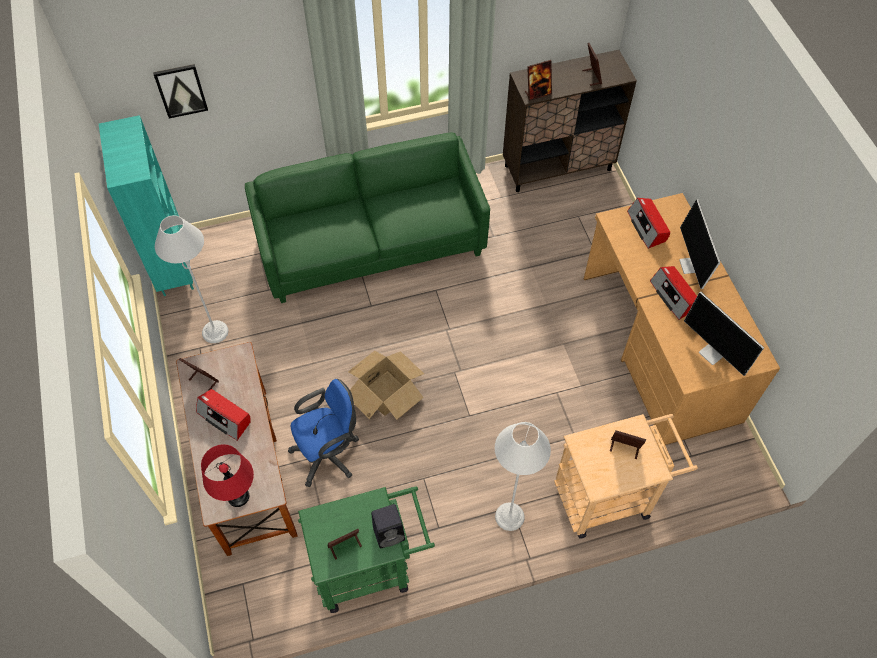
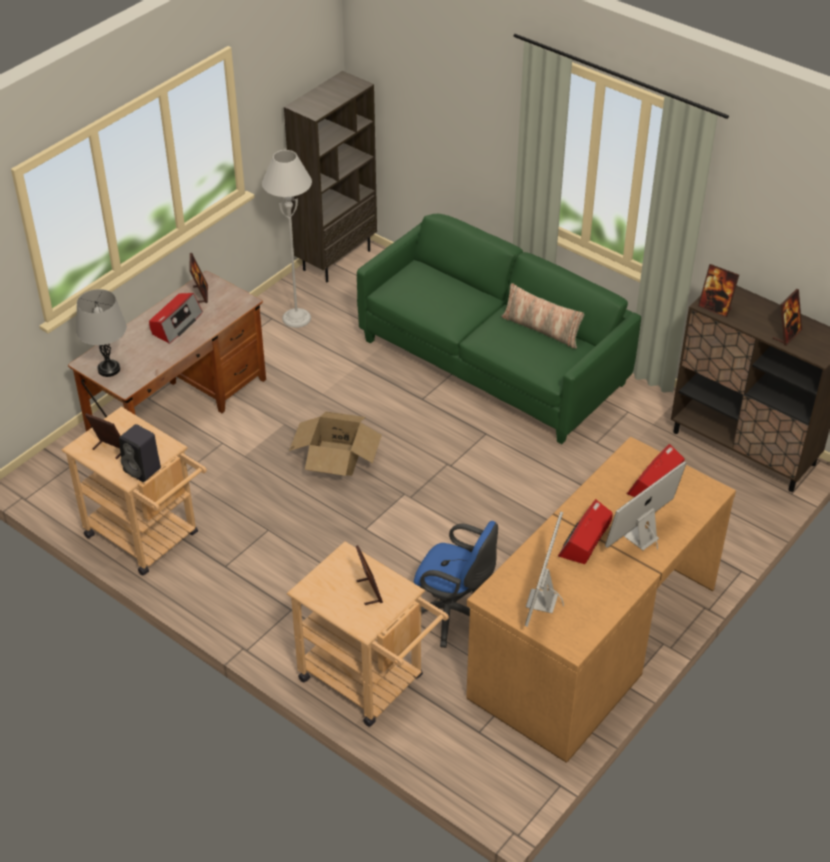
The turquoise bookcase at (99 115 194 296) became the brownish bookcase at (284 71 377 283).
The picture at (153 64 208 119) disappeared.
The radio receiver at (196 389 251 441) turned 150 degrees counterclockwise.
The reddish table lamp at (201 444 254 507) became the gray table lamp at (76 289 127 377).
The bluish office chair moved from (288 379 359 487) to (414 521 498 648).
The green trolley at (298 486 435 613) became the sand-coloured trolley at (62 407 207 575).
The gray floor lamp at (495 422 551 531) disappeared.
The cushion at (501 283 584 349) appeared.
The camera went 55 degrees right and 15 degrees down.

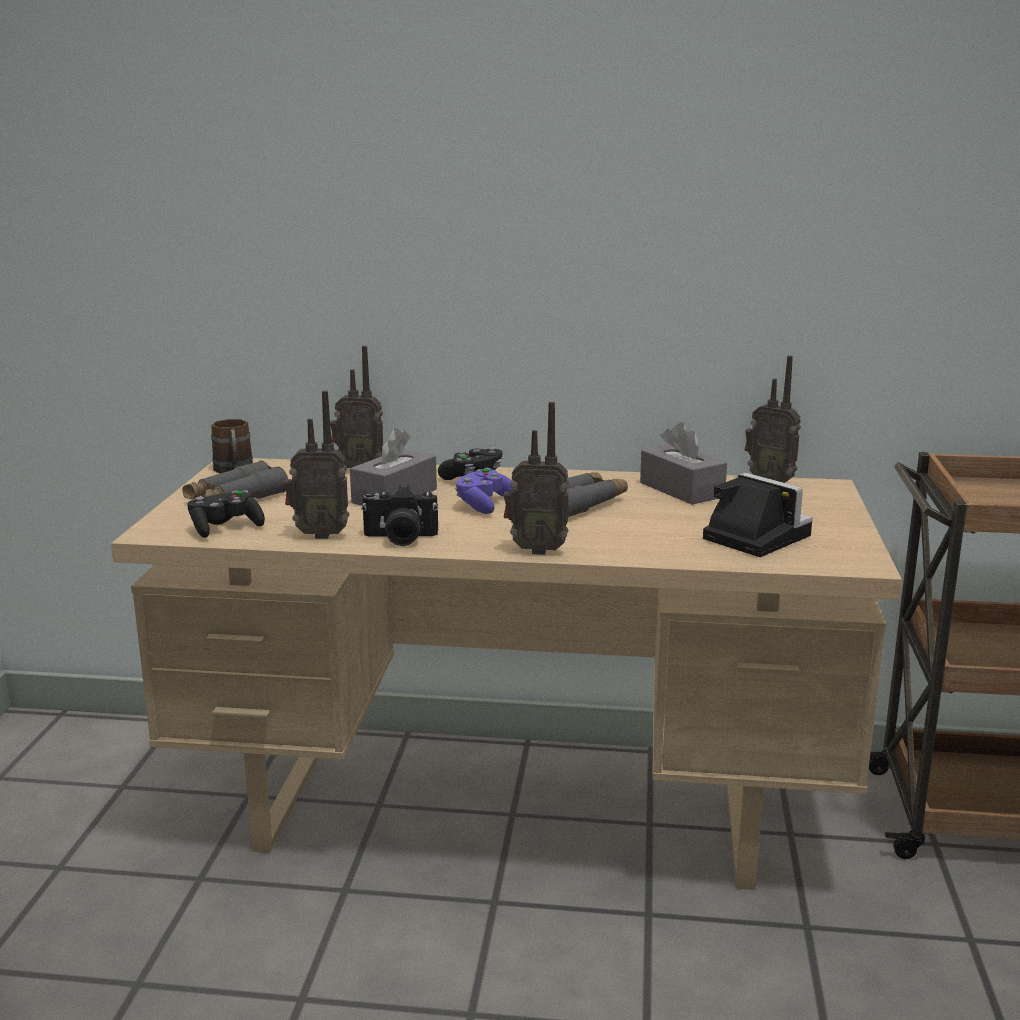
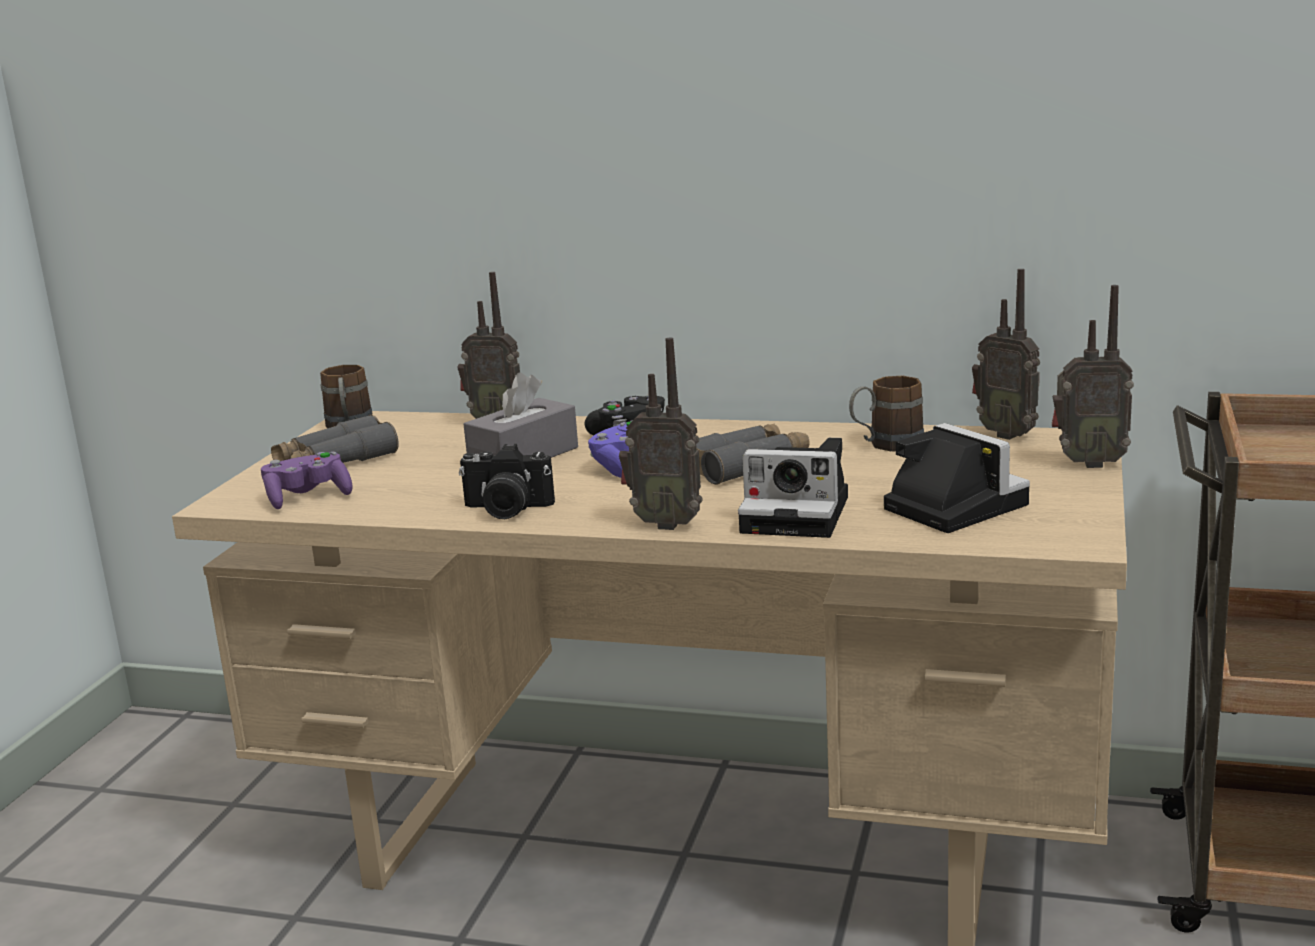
The black-coloured gamepad at (188 490 265 538) became the purple gamepad at (261 452 352 509).
The radio receiver moved from (284 391 349 539) to (1052 285 1134 468).
The gray tissue box at (640 423 727 505) was replaced by the brownish tea mug at (849 376 924 452).
The photo camera at (738 438 848 538) appeared.
The camera went 10 degrees right and 0 degrees up.

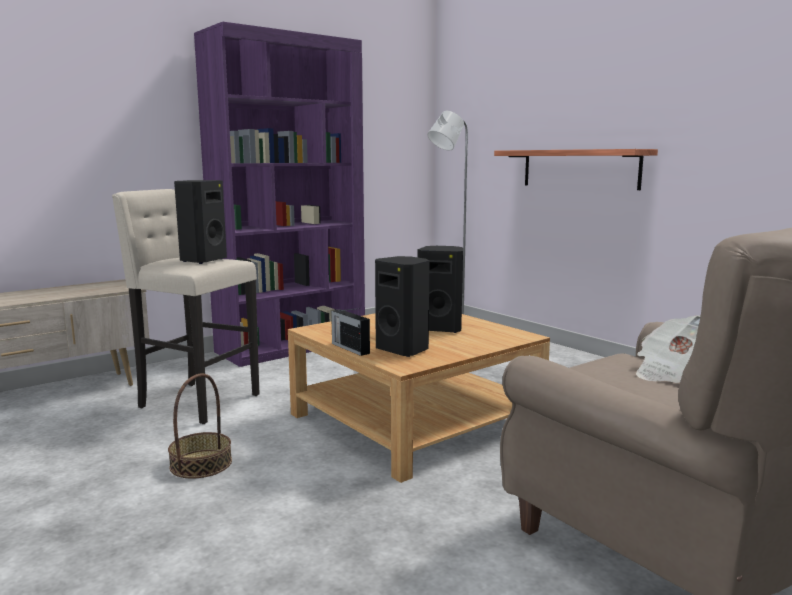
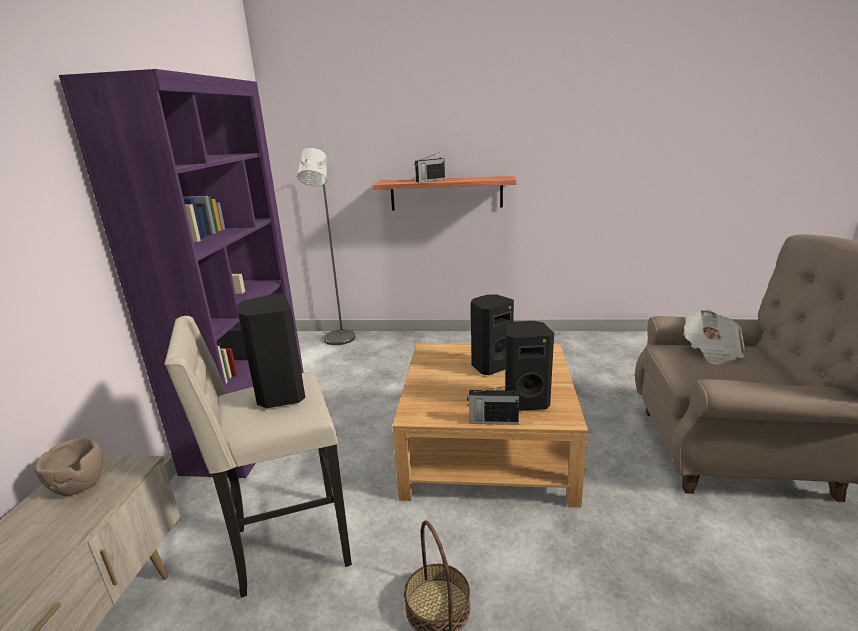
The brownish serving bowl at (35 438 103 496) appeared.
The radio receiver at (415 154 445 182) appeared.
The camera went 45 degrees left and 10 degrees up.

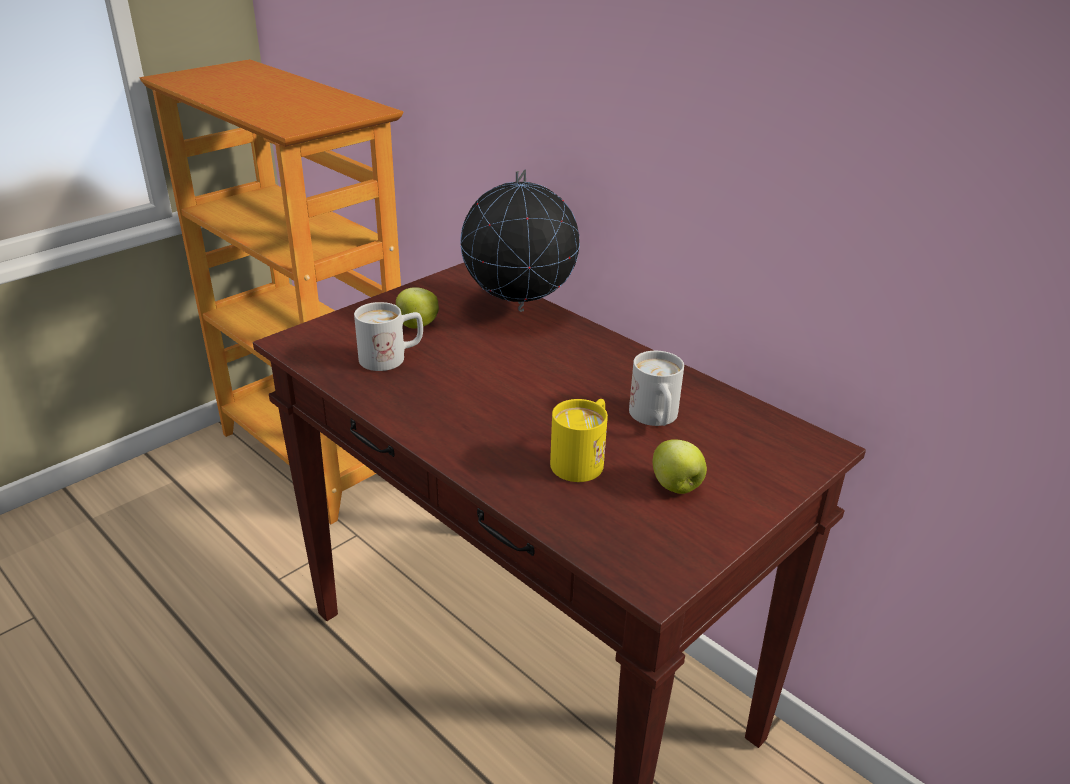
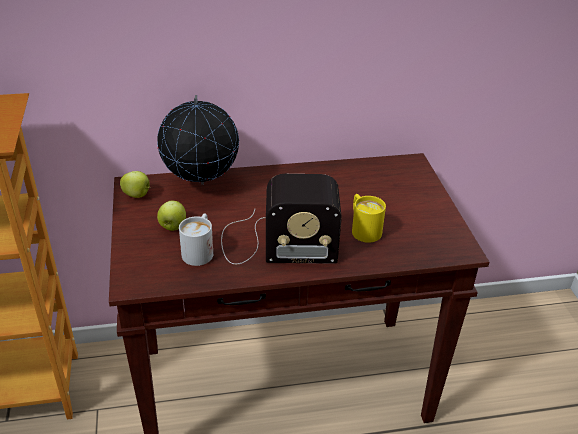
The white-coloured tea mug at (629 351 684 426) disappeared.
The apple fruit moved from (653 439 707 494) to (120 171 150 198).
The radio receiver at (221 174 342 265) appeared.
The camera went 55 degrees left and 5 degrees up.

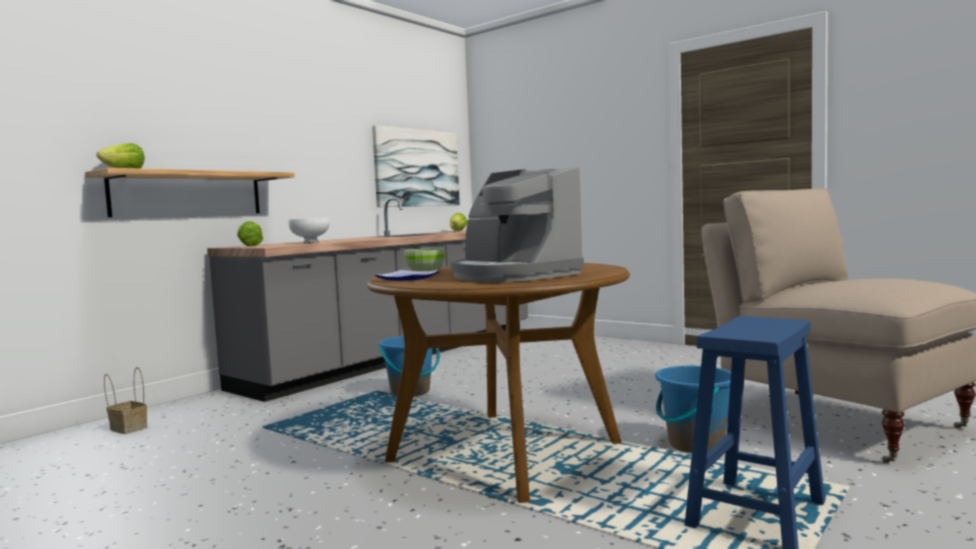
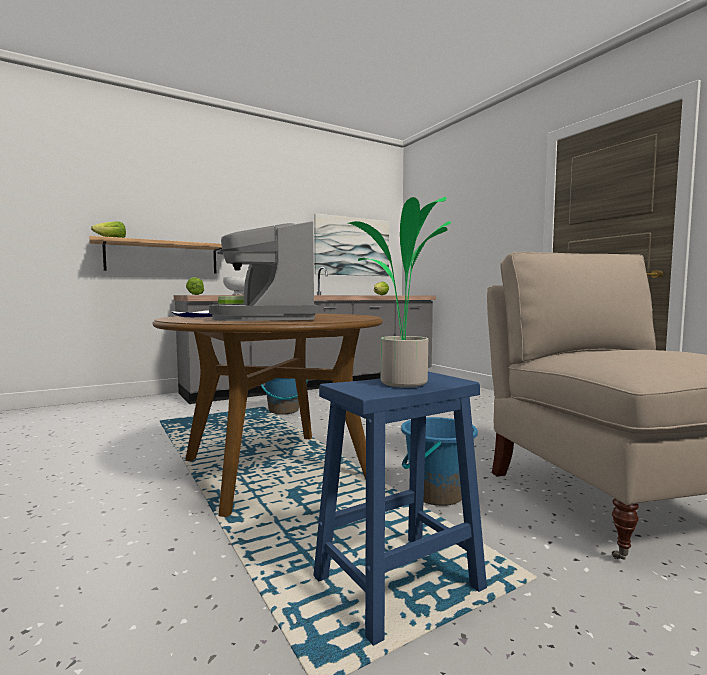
The household basket at (104 367 147 434) disappeared.
The potted plant at (347 197 451 387) appeared.
The camera went 20 degrees right and 0 degrees up.

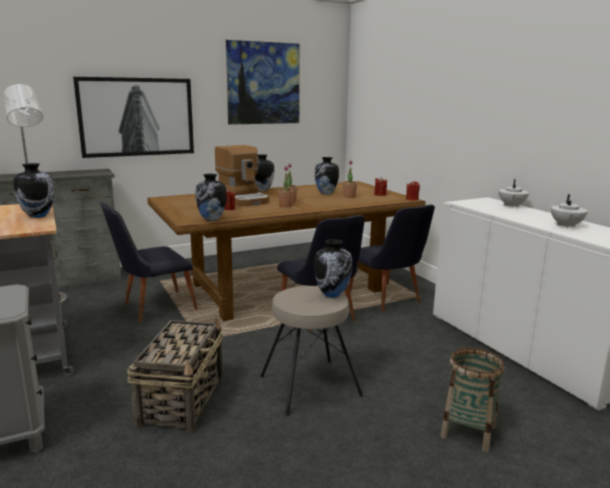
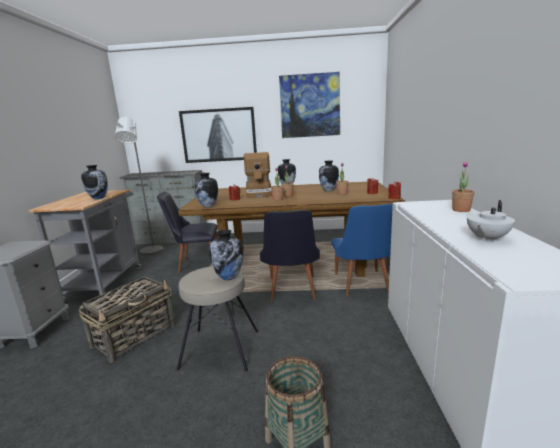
The black-coloured chair at (349 204 435 312) became the bluish chair at (331 204 393 296).
The white-coloured pot for tea at (499 179 529 207) was replaced by the potted plant at (452 161 474 212).
The camera went 30 degrees right and 0 degrees up.

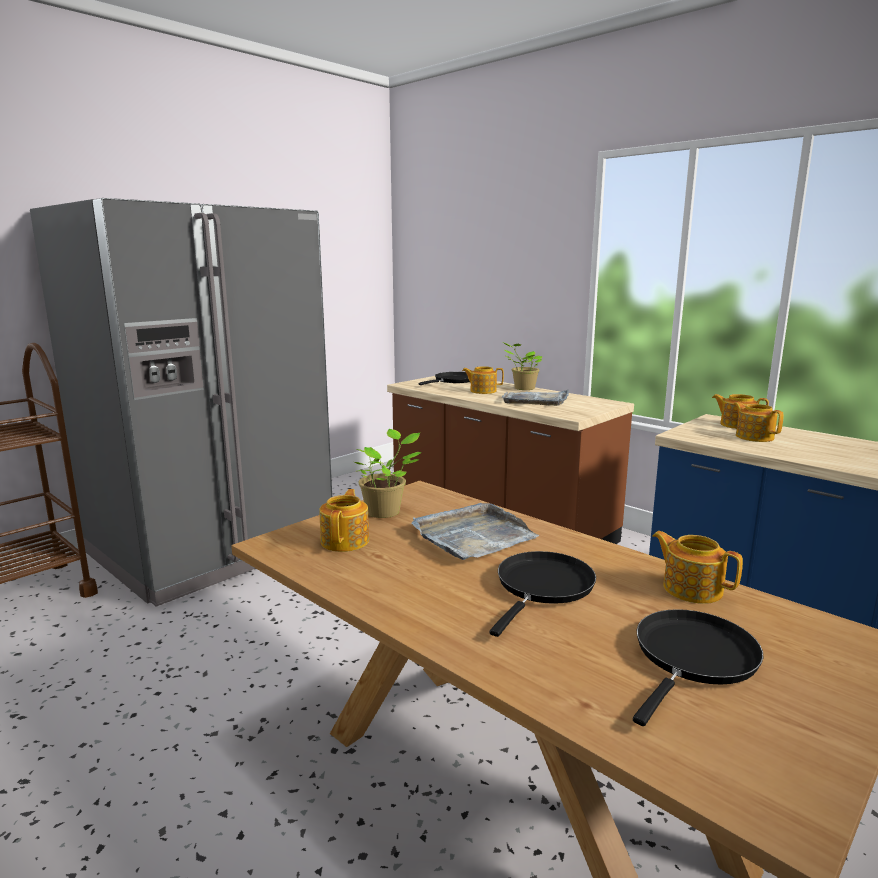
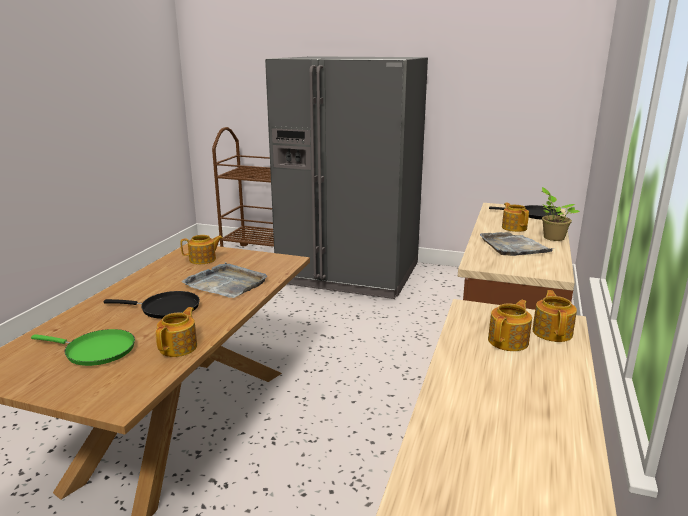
The potted plant at (355 429 422 518) disappeared.
The black-coloured skillet at (633 609 763 726) became the green skillet at (31 329 135 366).
The camera went 65 degrees right and 5 degrees up.

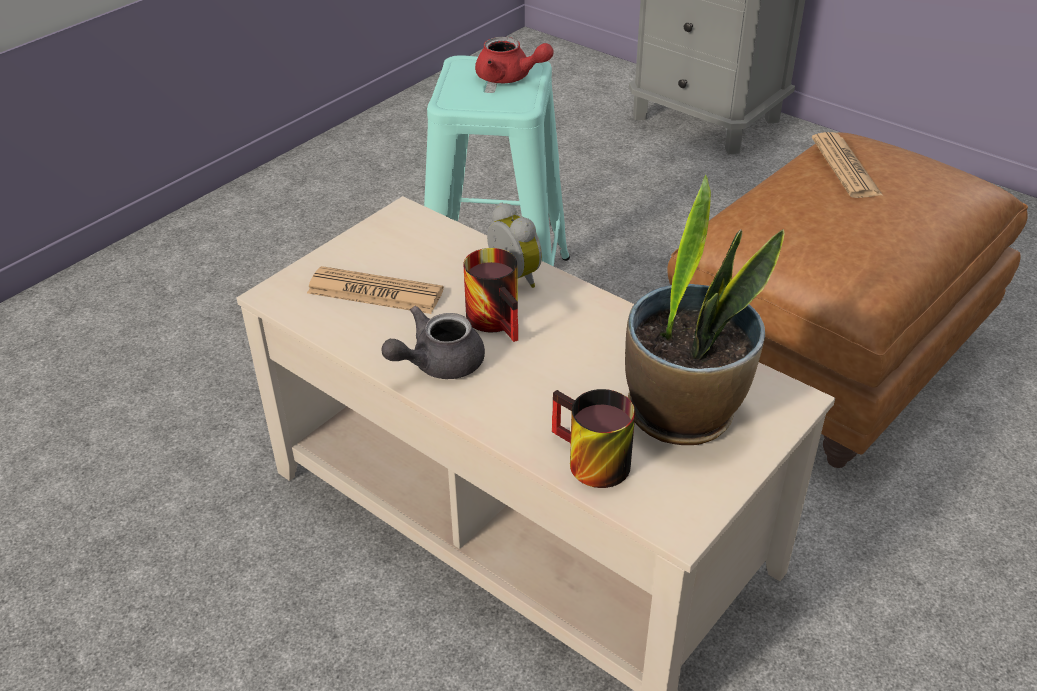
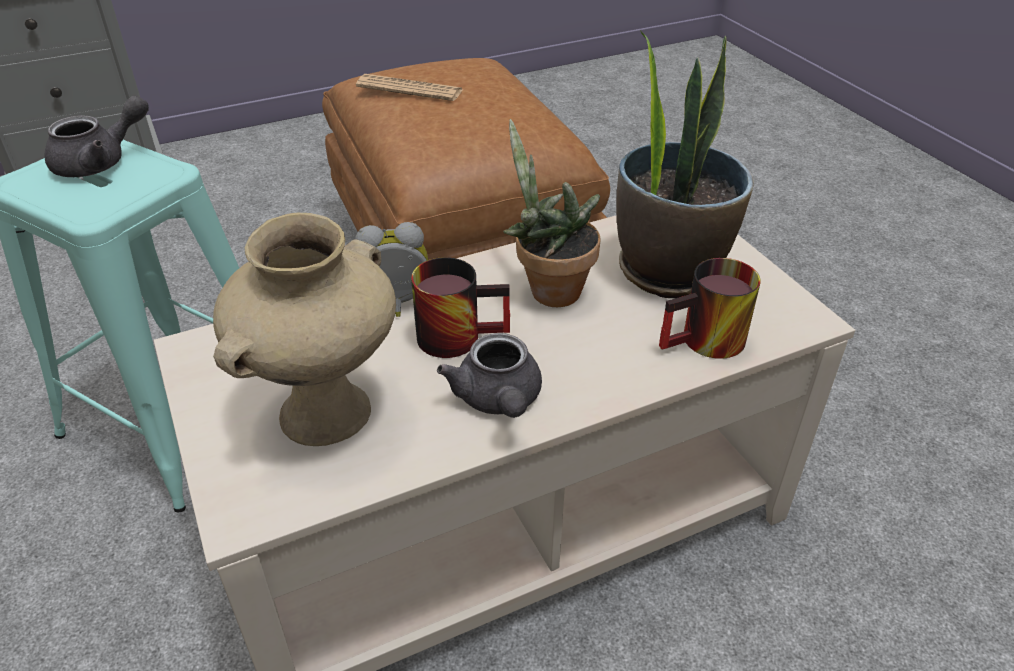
The printed paper at (307 266 444 314) was replaced by the sand-coloured vase at (213 213 396 446).
The reddish pot for tea at (475 37 554 83) became the gray pot for tea at (44 95 149 177).
The potted plant at (503 119 601 307) appeared.
The camera went 65 degrees left and 0 degrees up.

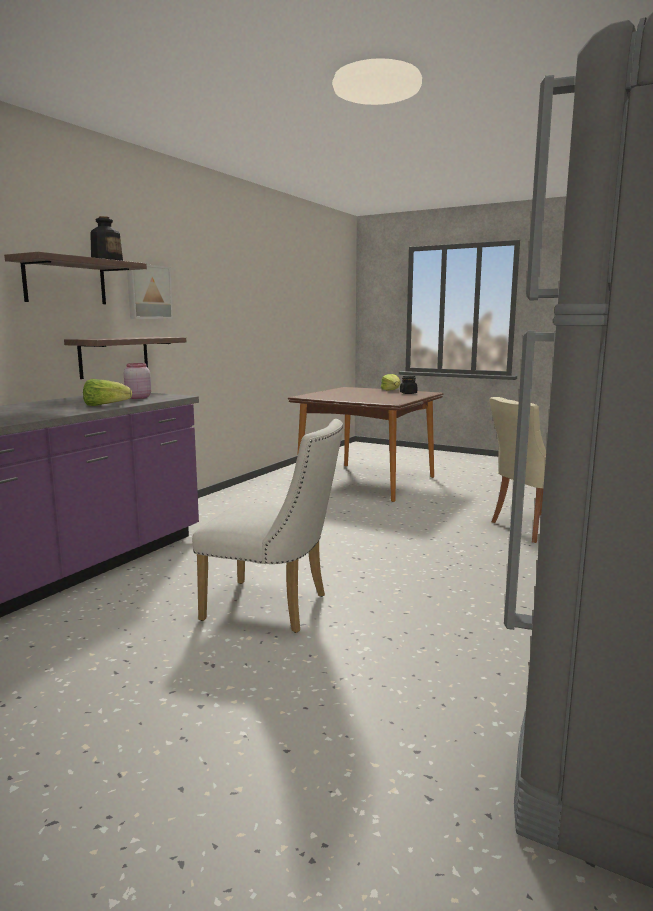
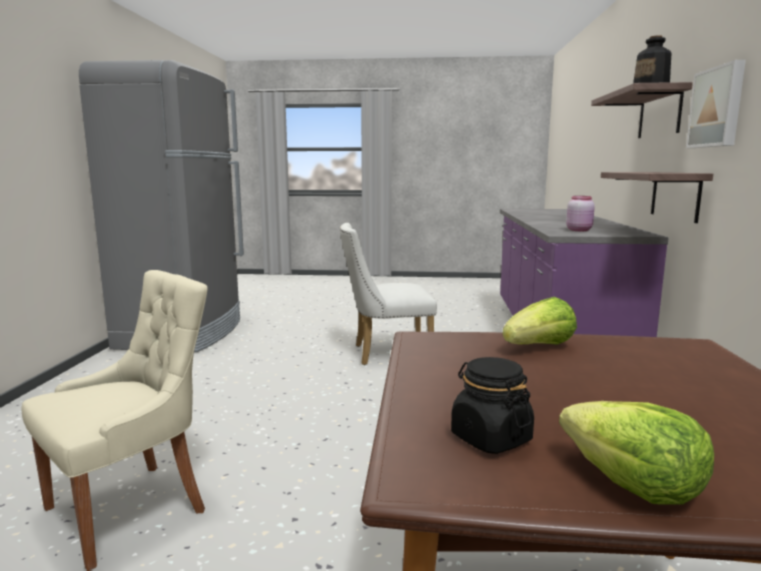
The lettuce moved from (83 379 132 406) to (502 297 577 345).
The camera went 155 degrees right and 0 degrees up.

